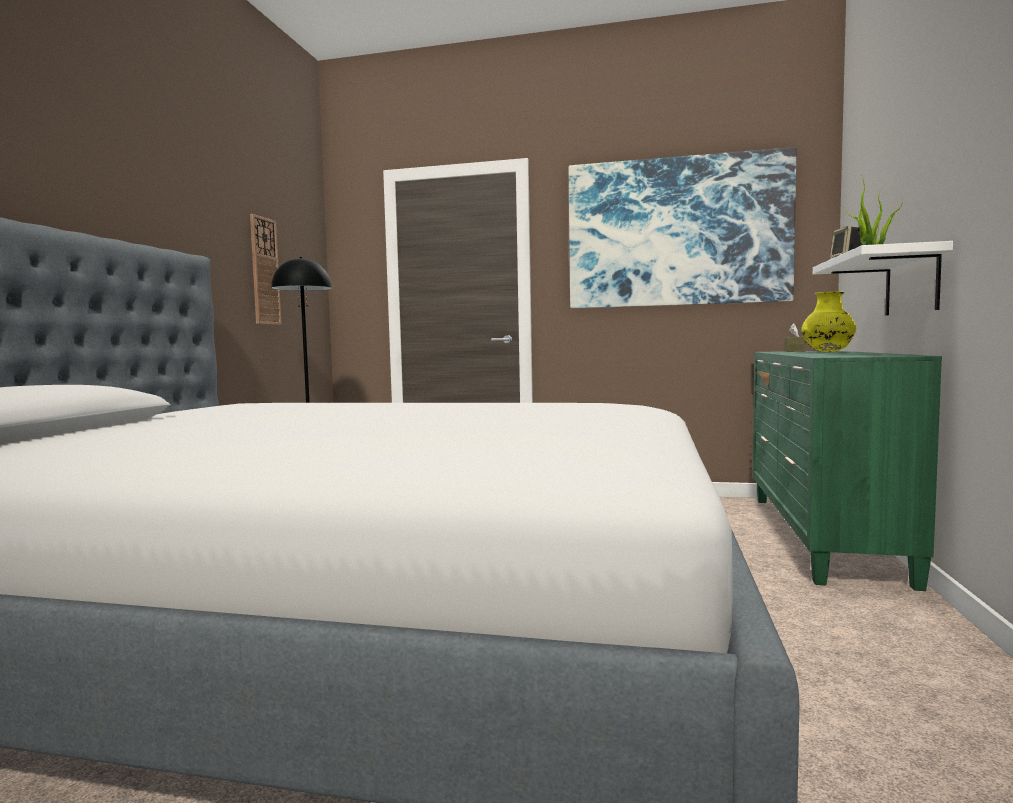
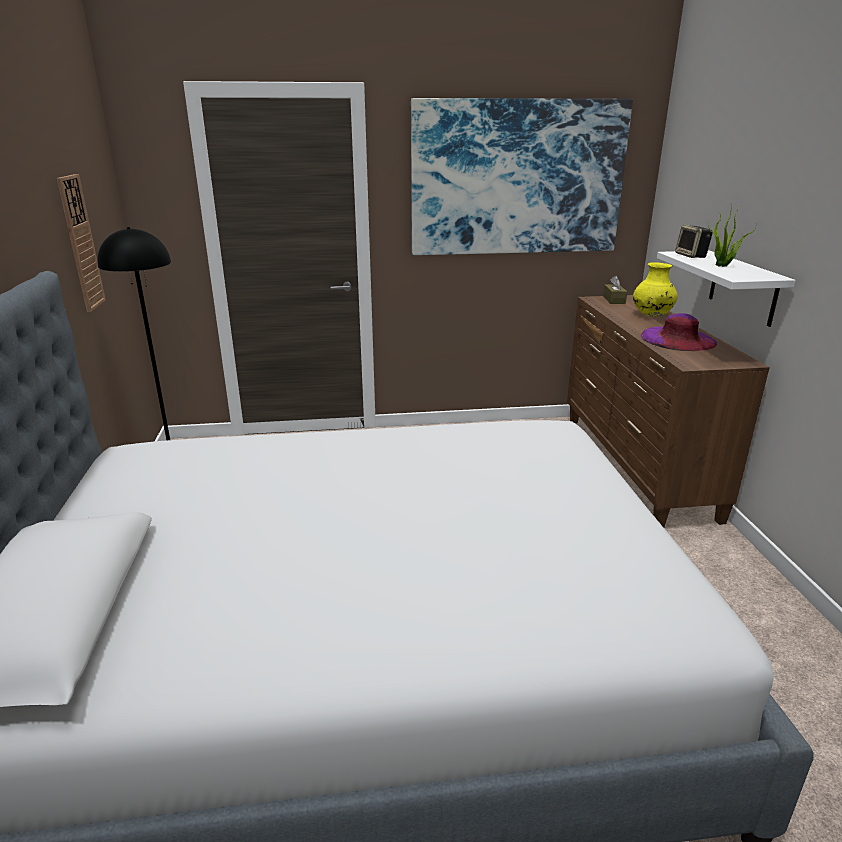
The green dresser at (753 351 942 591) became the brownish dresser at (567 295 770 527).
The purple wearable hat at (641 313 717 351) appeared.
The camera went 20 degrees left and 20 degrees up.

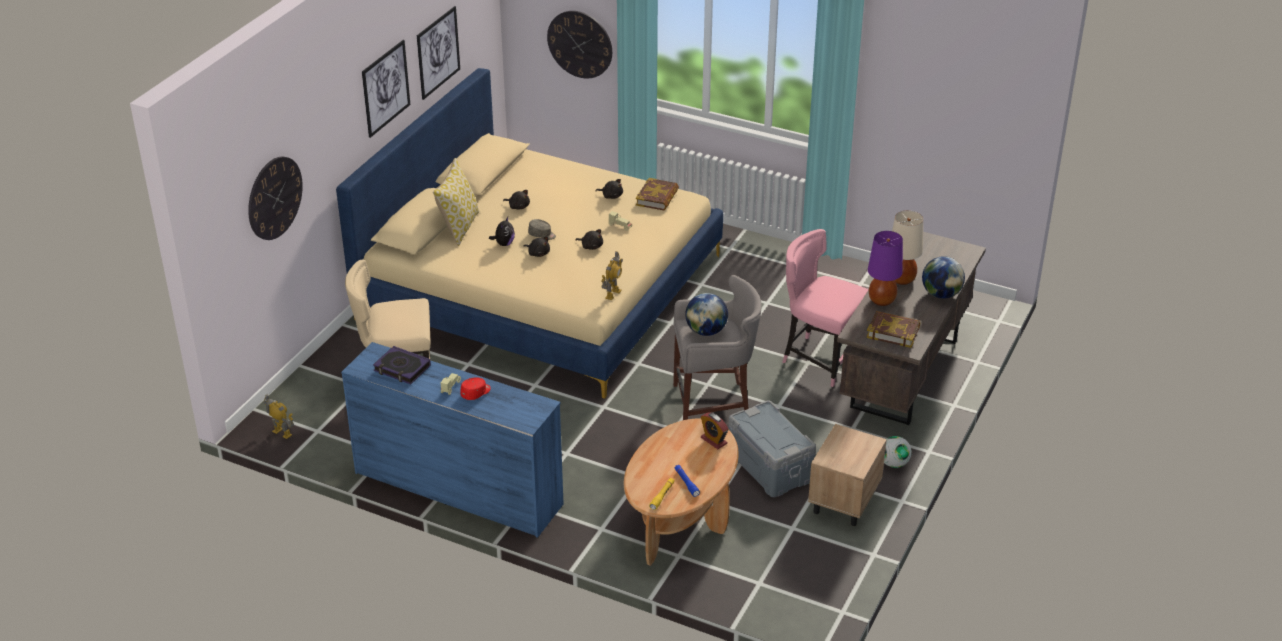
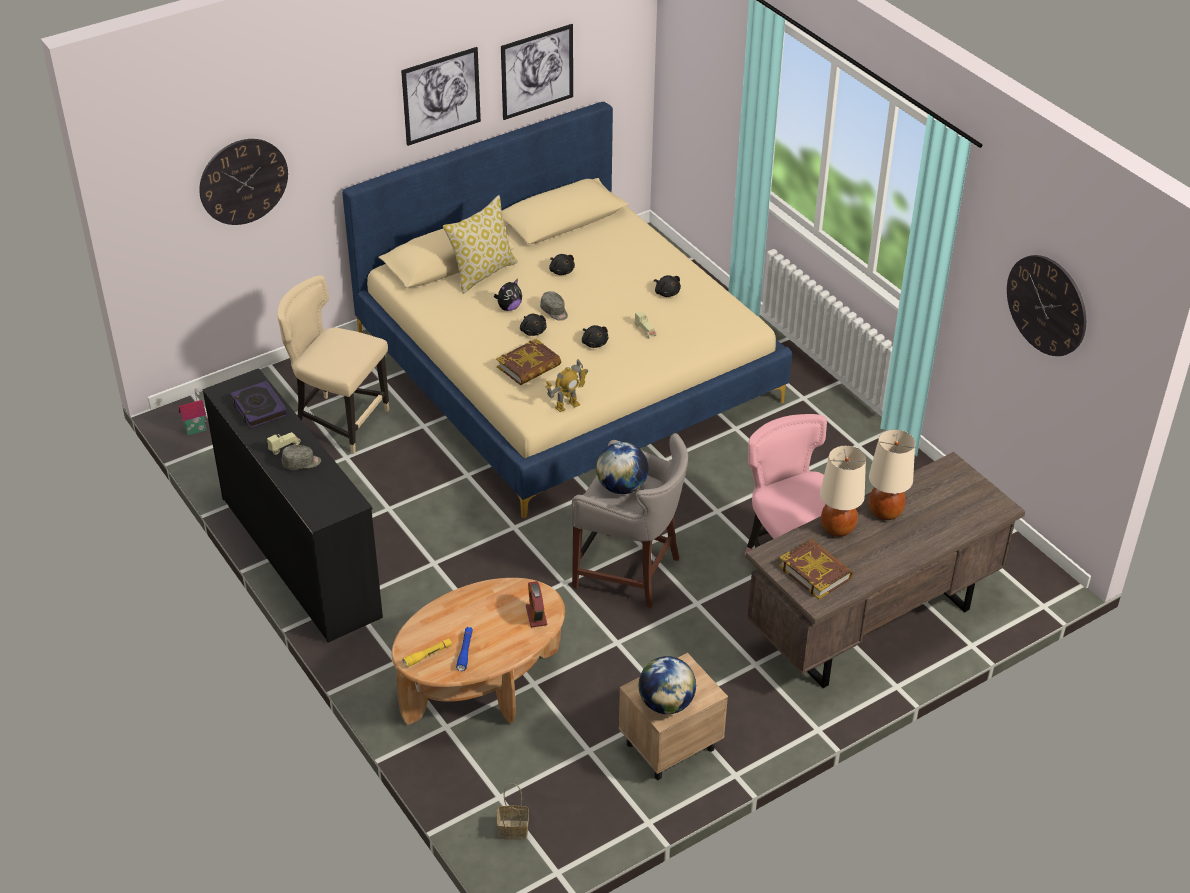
The model robot at (264 394 294 439) was replaced by the model house at (179 388 207 436).
The bluish dresser at (341 342 564 538) became the black-coloured dresser at (202 368 383 643).
The reddish peaked cap at (460 377 491 400) became the gray peaked cap at (282 445 321 470).
The hanging clock moved from (547 11 612 79) to (1007 255 1086 356).
The book moved from (636 178 679 210) to (496 339 561 385).
The gray storage box at (729 400 816 497) disappeared.
The purple table lamp at (868 231 903 306) became the sand-coloured table lamp at (820 446 866 537).
The ball for football at (884 436 912 468) disappeared.
The world globe moved from (922 256 965 299) to (639 656 696 714).
The household basket at (497 783 529 840) appeared.
The camera went 30 degrees right and 5 degrees up.

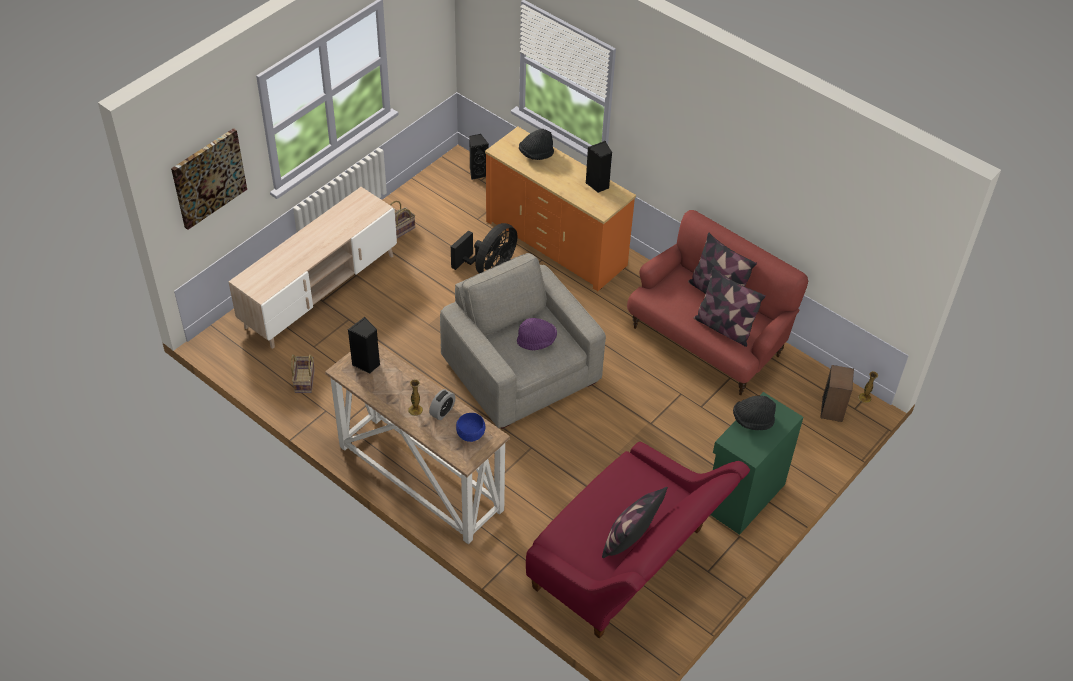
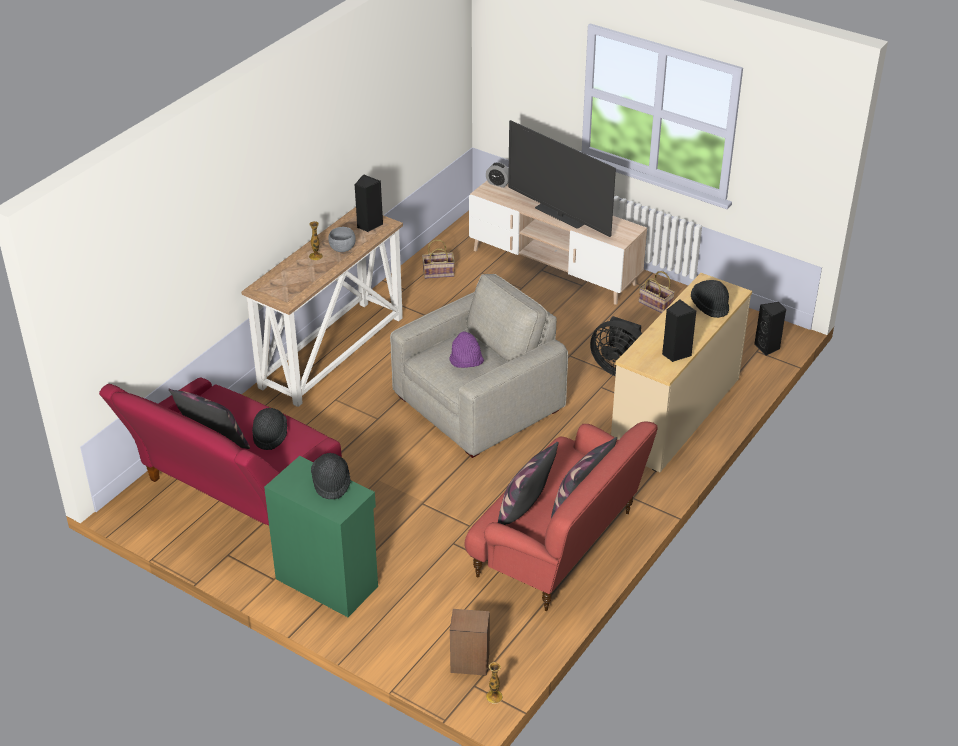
The picture at (171 128 247 230) disappeared.
The alarm clock moved from (429 389 455 420) to (486 162 509 188).
The bluish serving bowl at (456 413 485 442) disappeared.
The orange dresser at (485 127 636 291) became the sand-coloured dresser at (611 273 752 472).
The black-coloured wearable hat at (252 408 287 450) appeared.
The gray serving bowl at (328 227 356 252) appeared.
The television at (508 120 616 237) appeared.
The camera went 85 degrees right and 10 degrees down.

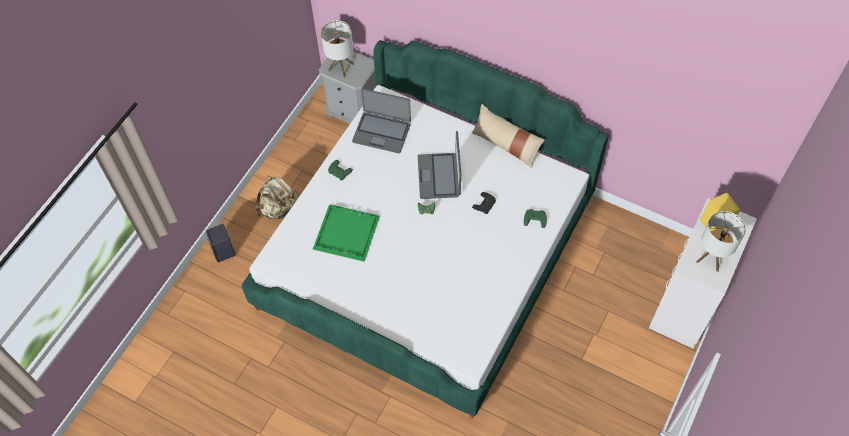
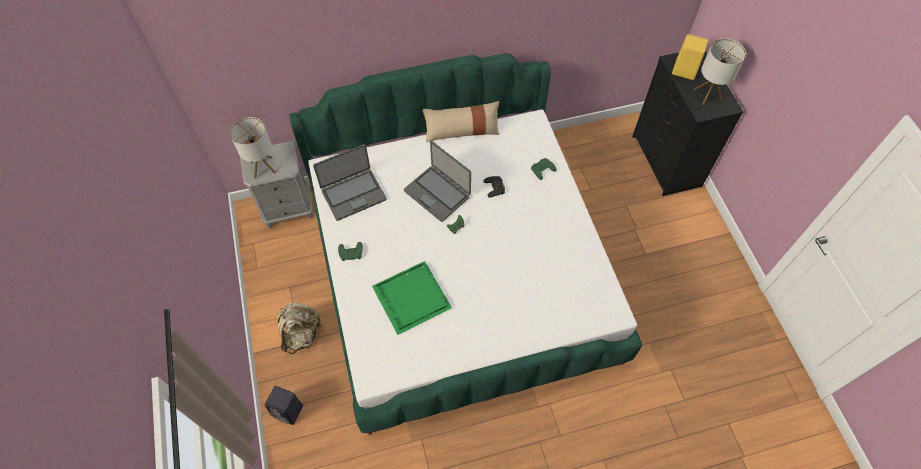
The white-coloured dresser at (649 198 757 349) became the black-coloured dresser at (632 51 744 196).
The camera went 45 degrees left and 0 degrees up.

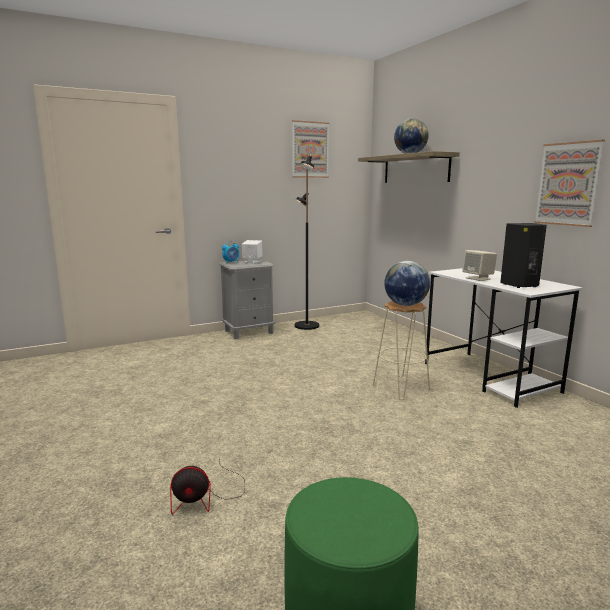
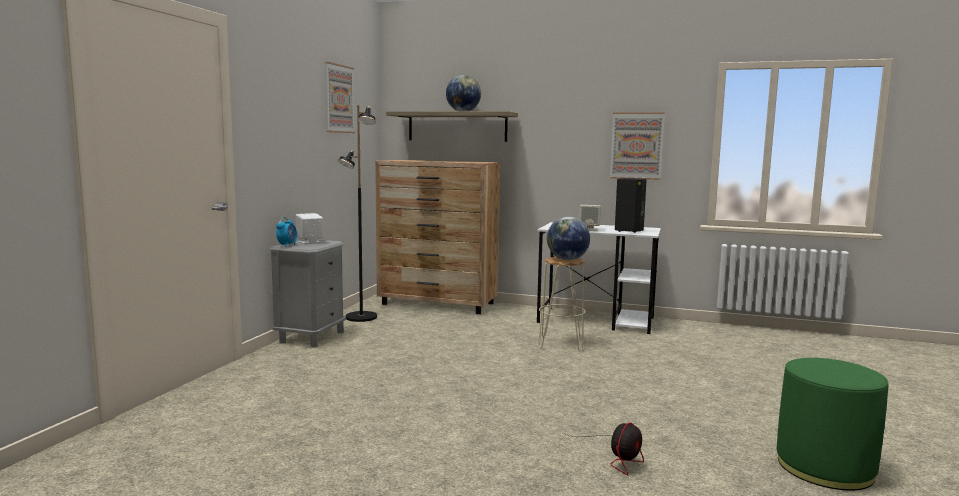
The brownish dresser at (375 160 500 314) appeared.
The camera went 45 degrees left and 5 degrees down.

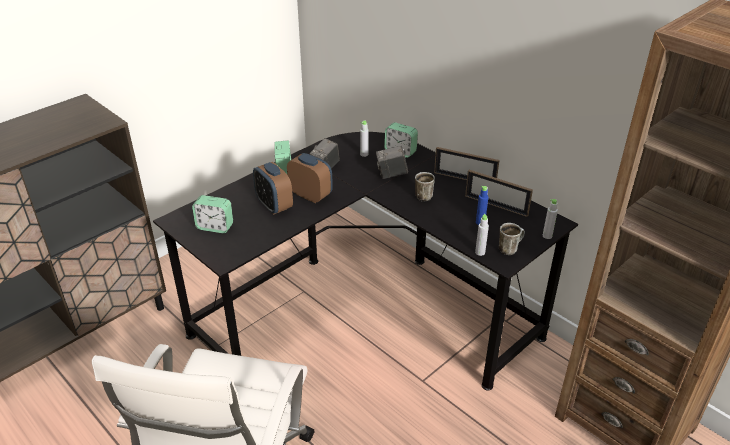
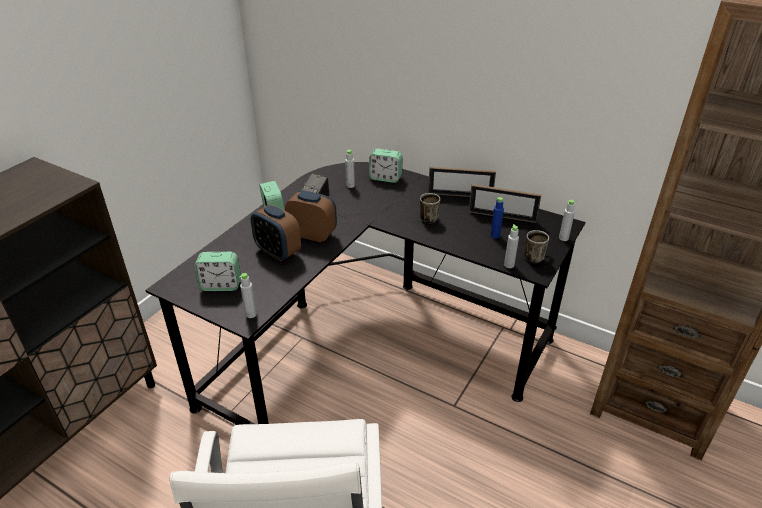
The photo camera at (376 145 408 179) disappeared.
The gray beverage bottle at (239 273 257 318) appeared.
The camera went 15 degrees left and 0 degrees up.

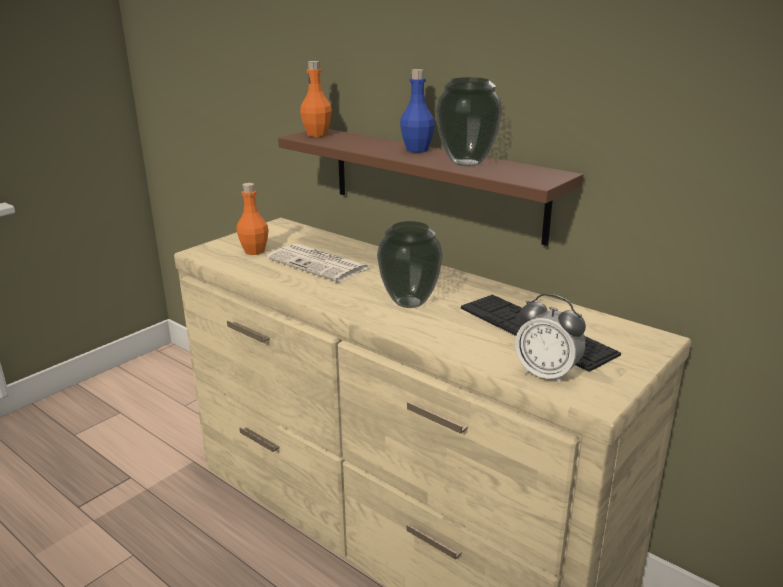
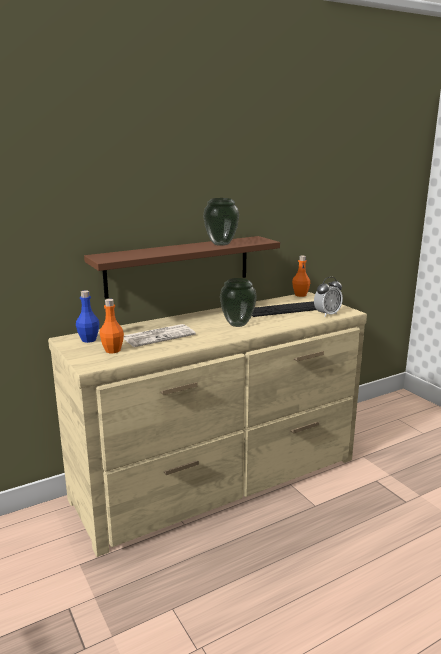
The orange beverage bottle moved from (300 61 332 137) to (292 256 310 297).
The bluish beverage bottle moved from (400 69 435 153) to (76 290 99 343).
The camera went 70 degrees left and 5 degrees down.

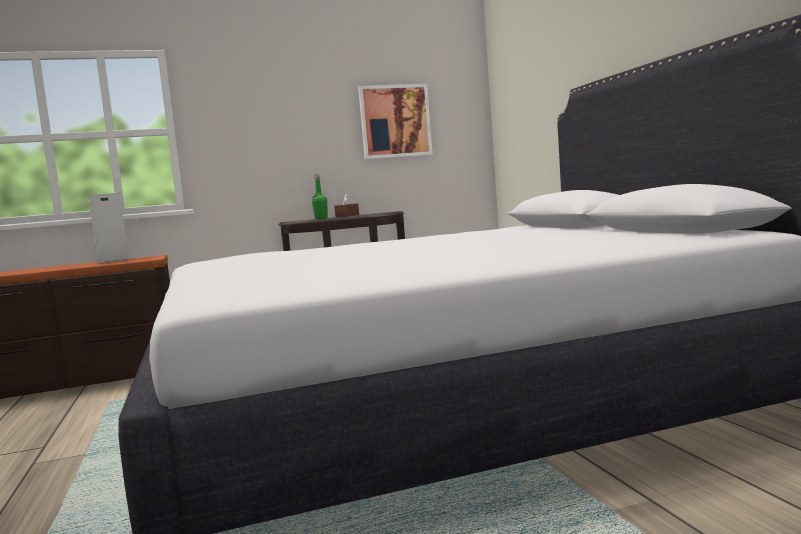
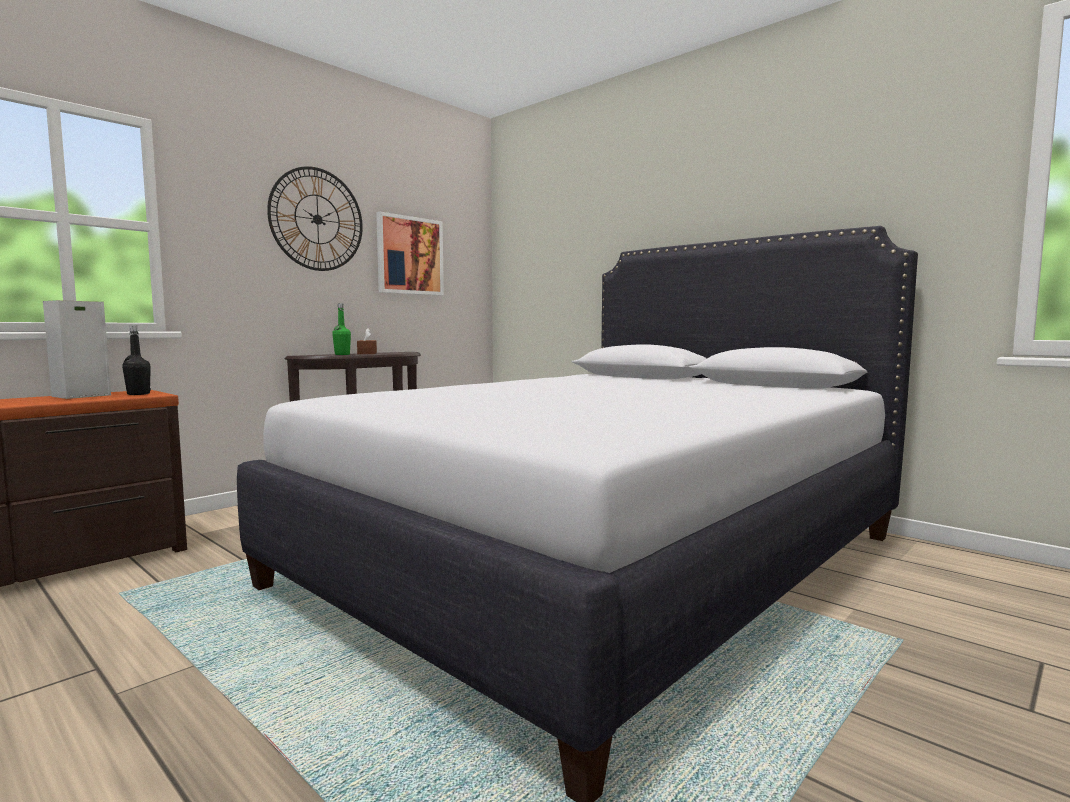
The black-coloured beverage bottle at (122 325 151 395) appeared.
The hanging clock at (267 166 363 271) appeared.
The camera went 30 degrees left and 0 degrees up.

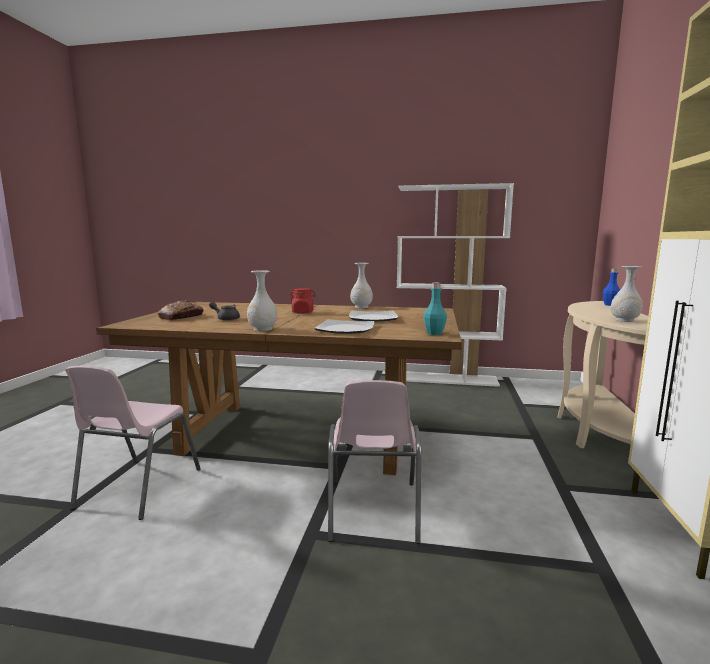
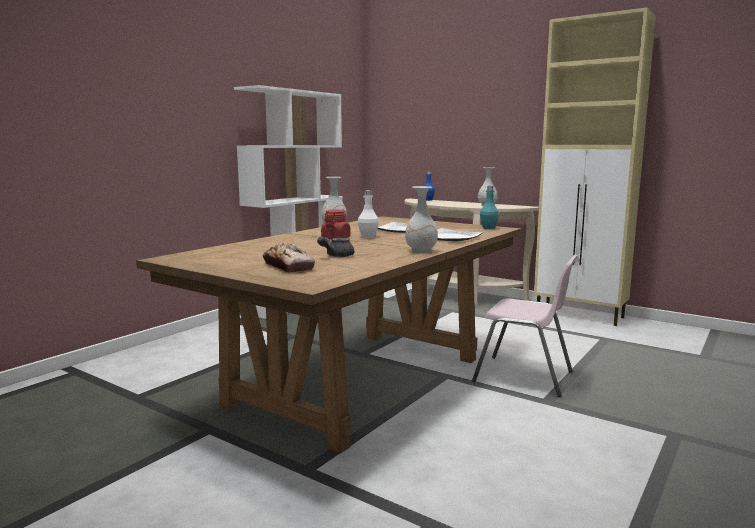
The pinkish chair at (65 366 201 520) disappeared.
The white-coloured beverage bottle at (358 190 379 238) appeared.
The camera went 65 degrees left and 0 degrees up.

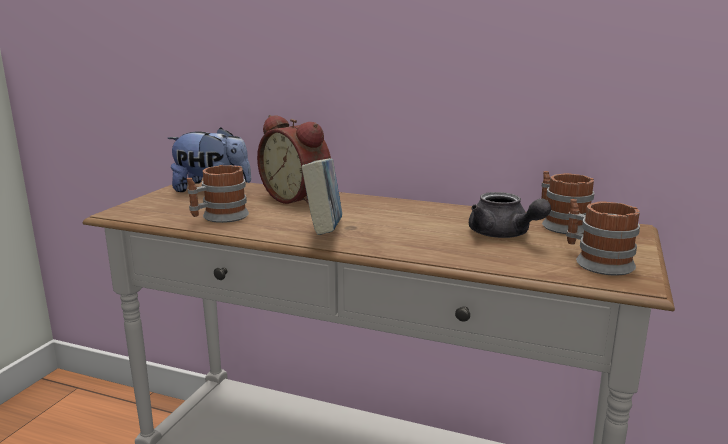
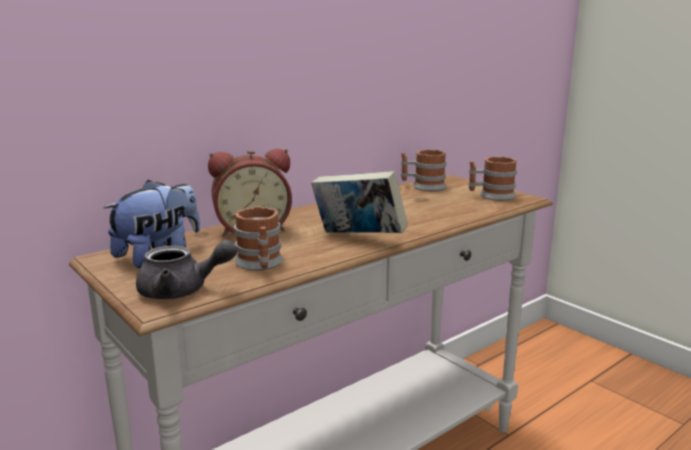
The gray pot for tea moved from (469 192 551 238) to (136 240 237 299).
The camera went 60 degrees left and 0 degrees up.

